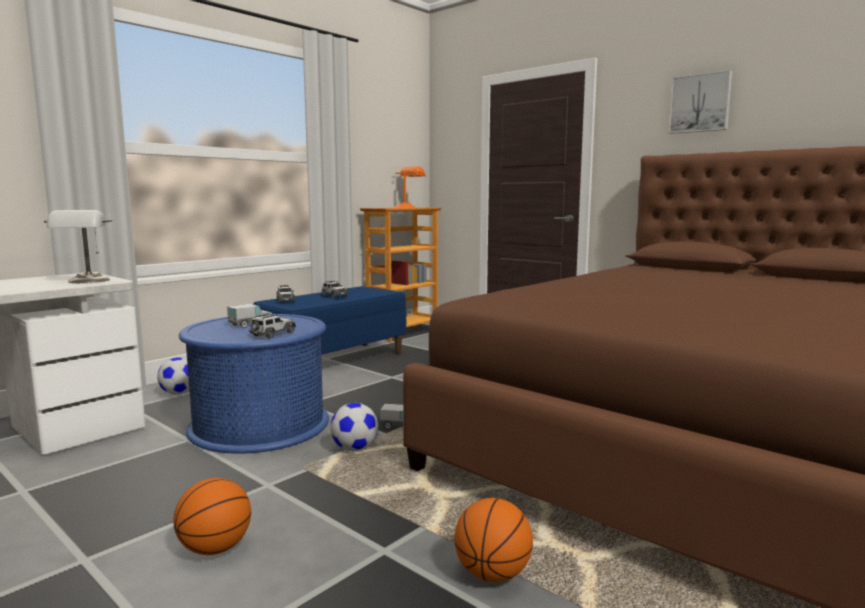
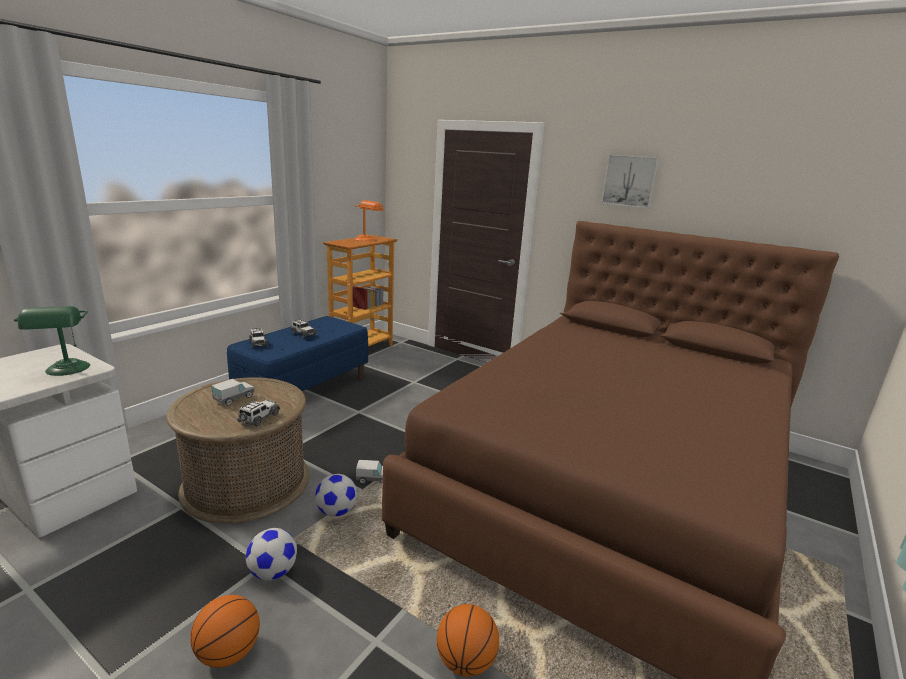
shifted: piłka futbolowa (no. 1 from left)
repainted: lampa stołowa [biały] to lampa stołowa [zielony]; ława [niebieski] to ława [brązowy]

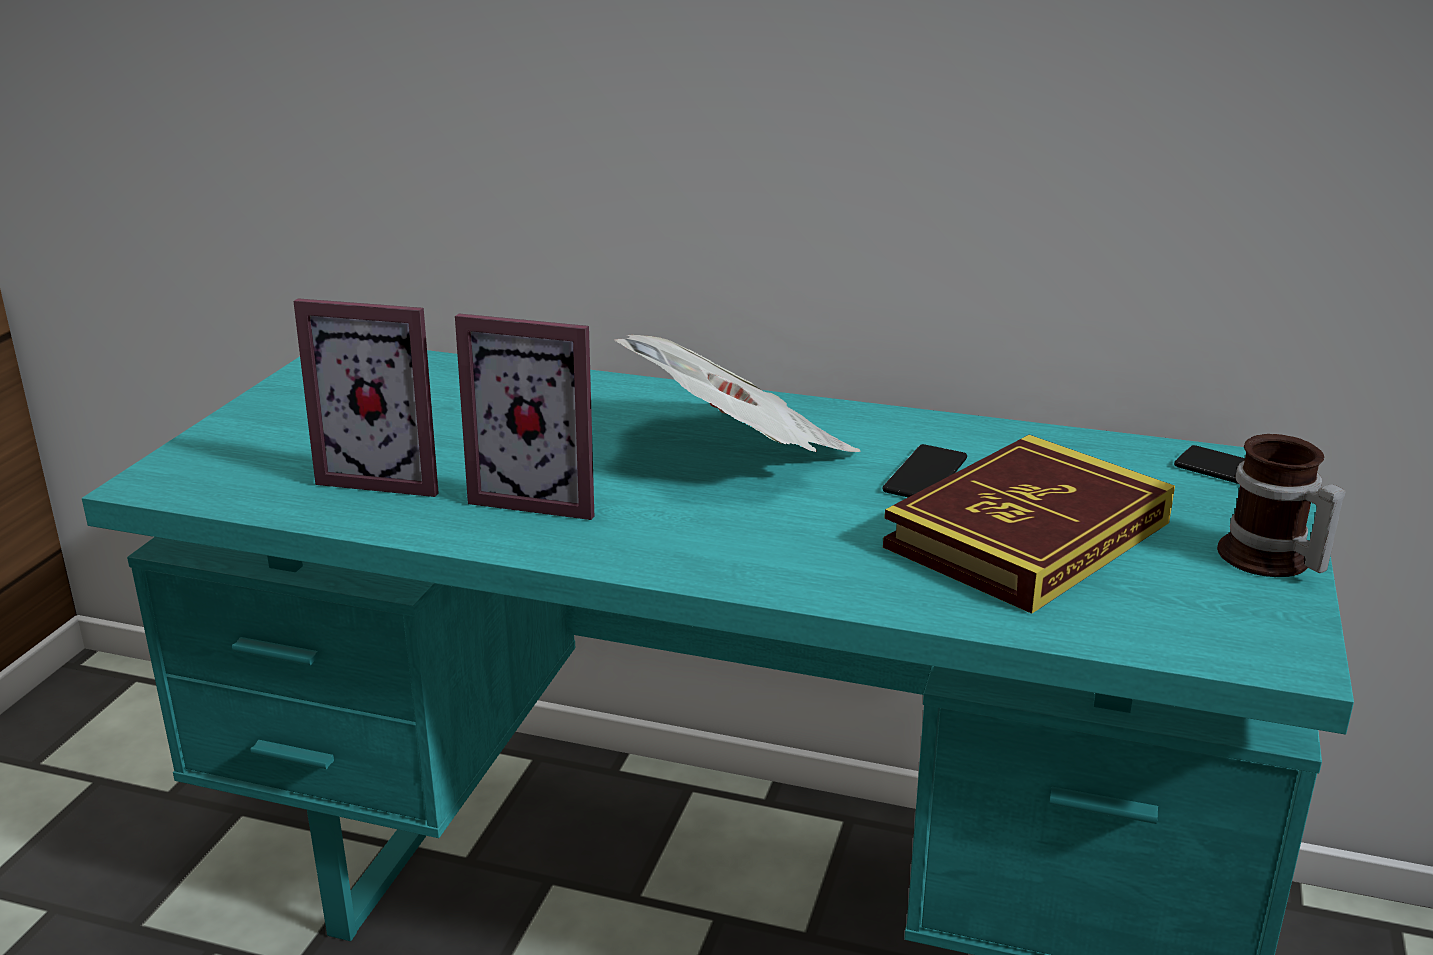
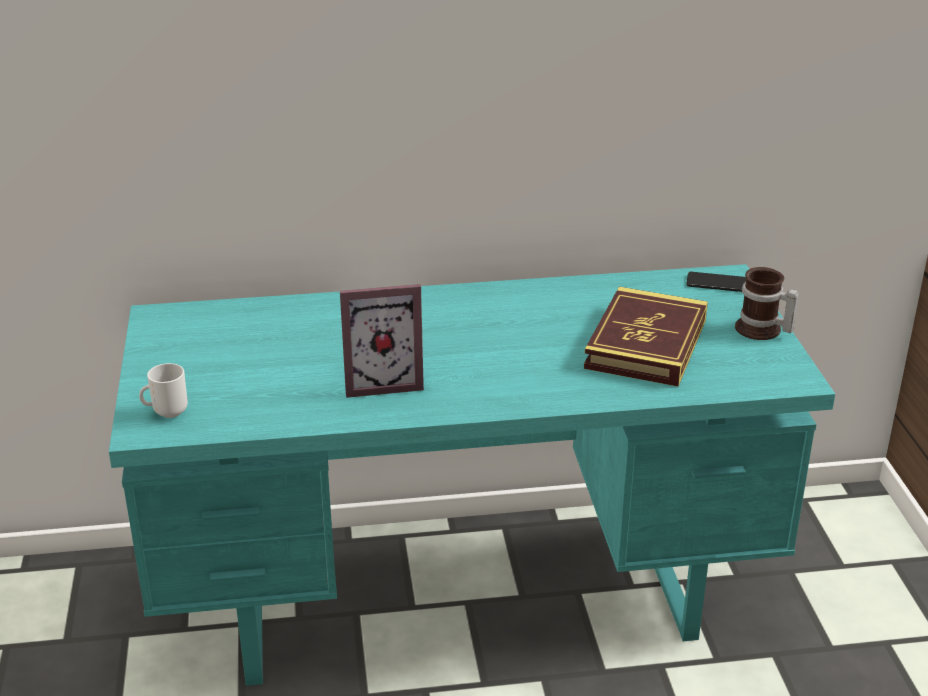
gone: ramka na zdjęcie (no. 1 from left); gazeta; telefon (no. 1 from left)
new: kubek (no. 1 from left)

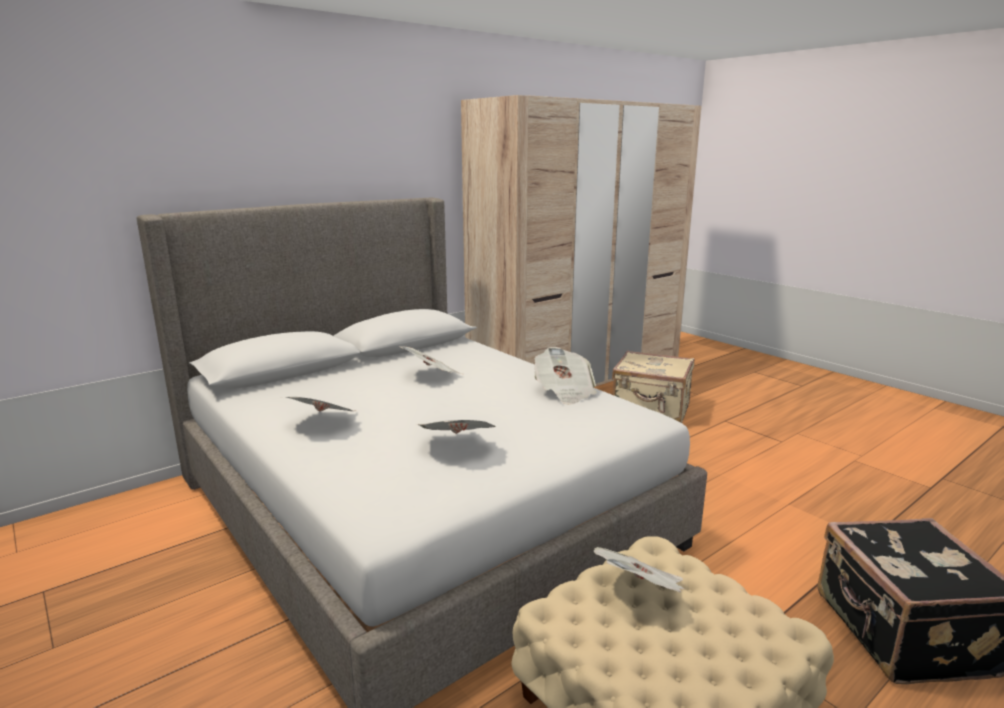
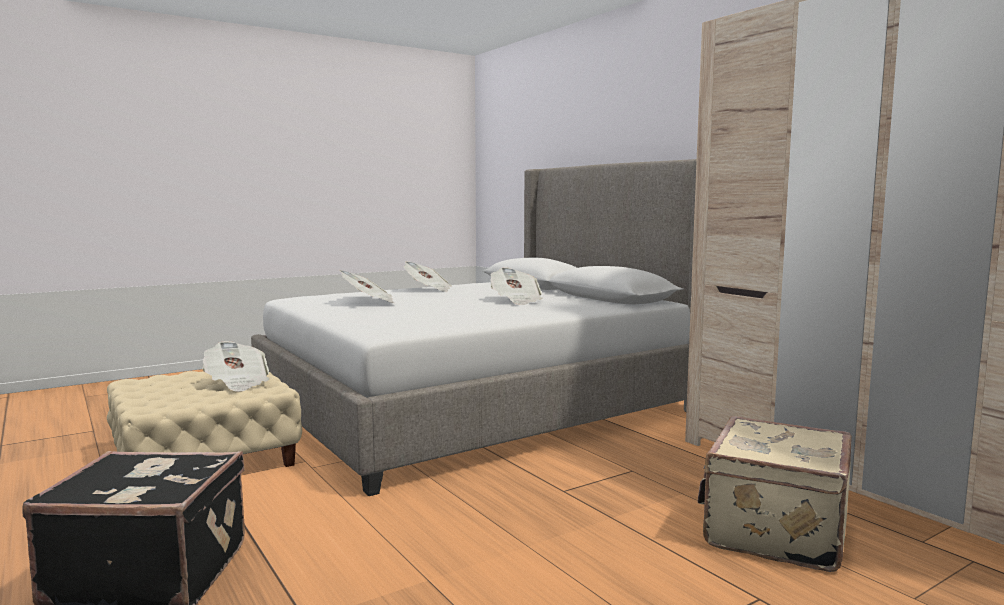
gone: gazeta (no. 4 from left)

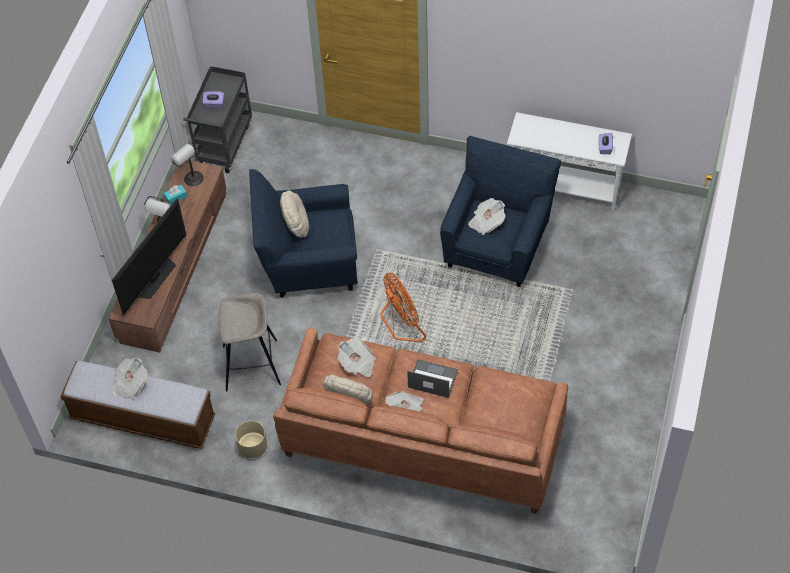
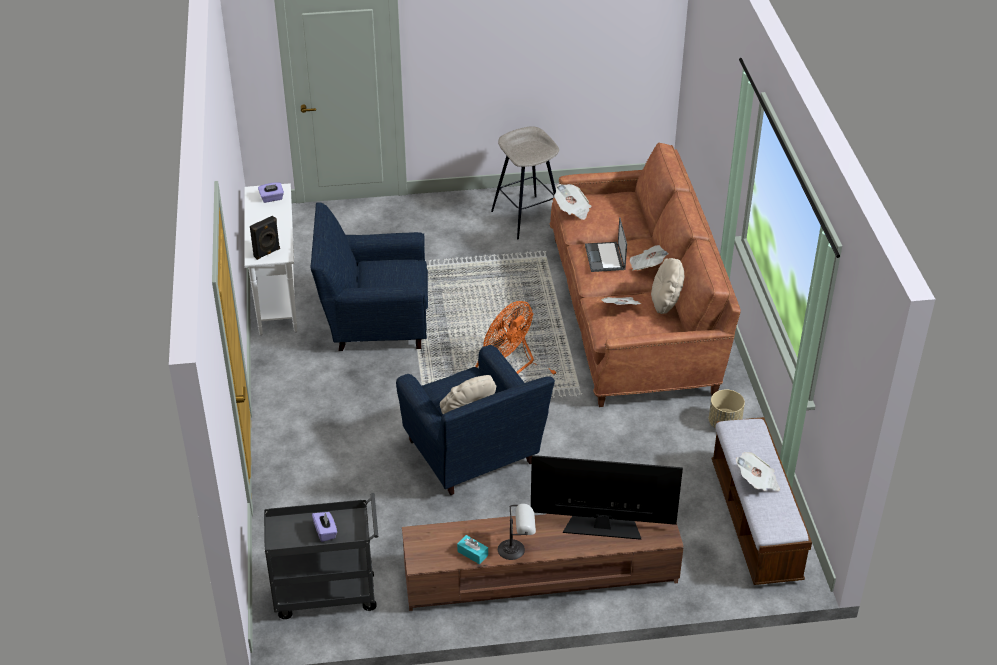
gone: lampa stołowa (no. 2 from left)
new: głośnik [czarny]
shifted: stołek [szary]; gazeta (no. 4 from left in the first image) to gazeta (no. 1 from left)

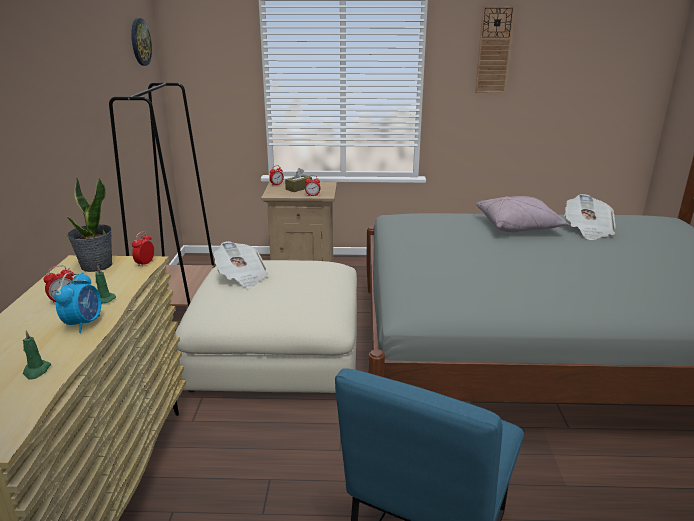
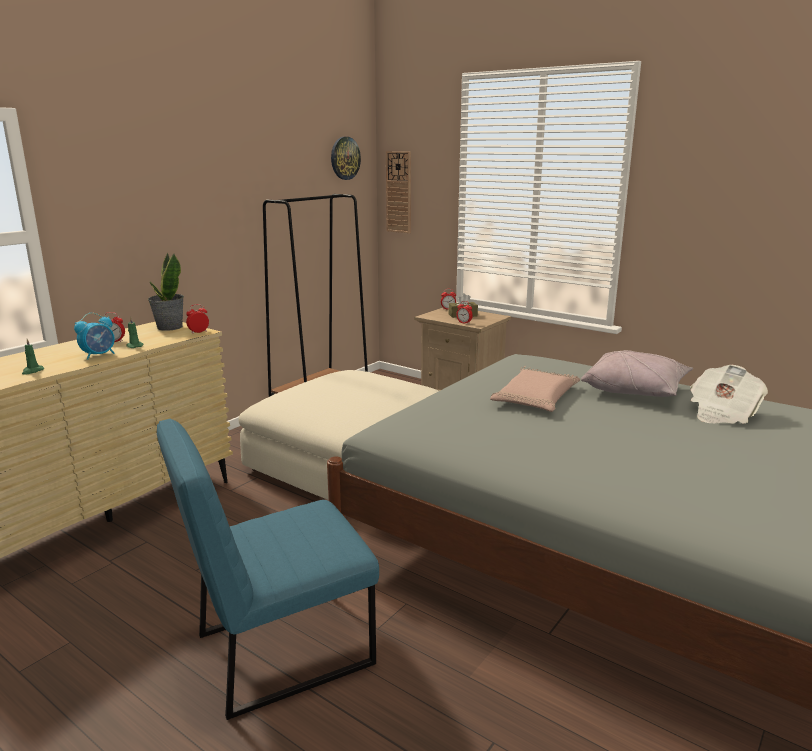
gone: gazeta (no. 1 from left)
new: poduszka [beżowy]
shifted: zegar ścienny (no. 2 from left)

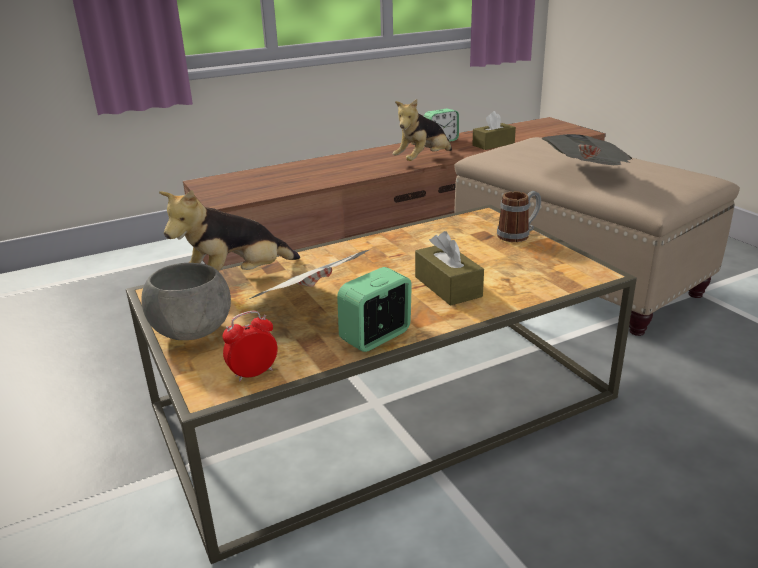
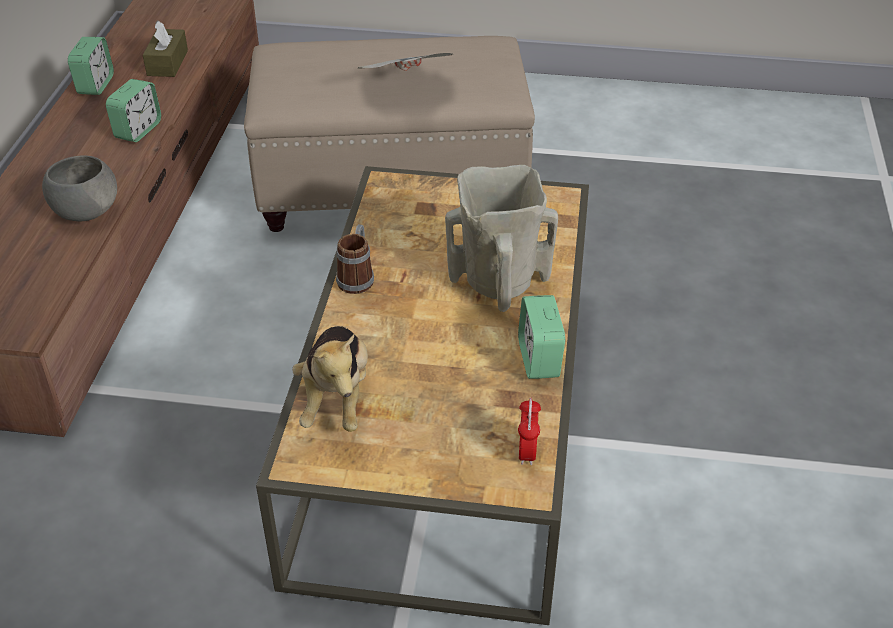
gone: gazeta (no. 1 from left)
shifted: miska [szary]; kubek
swapped: pluszak (no. 2 from left) to budzik (no. 2 from left); pudełko chusteczek [brązowy] (no. 1 from left) to wazon [beżowy]

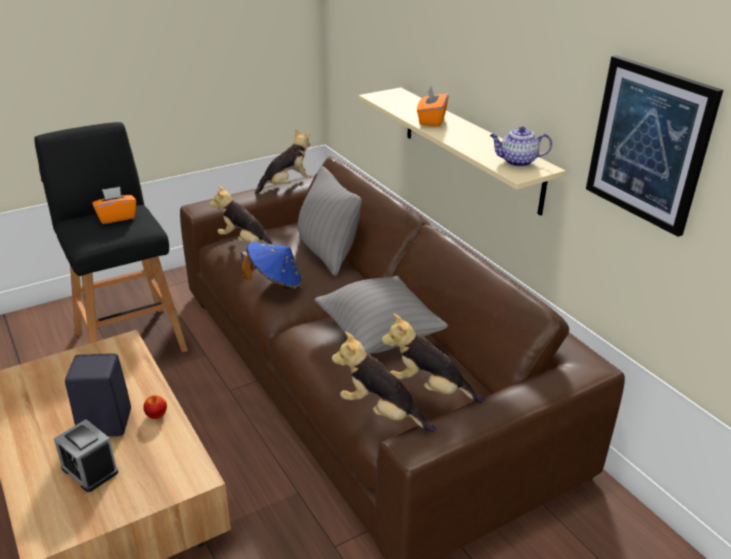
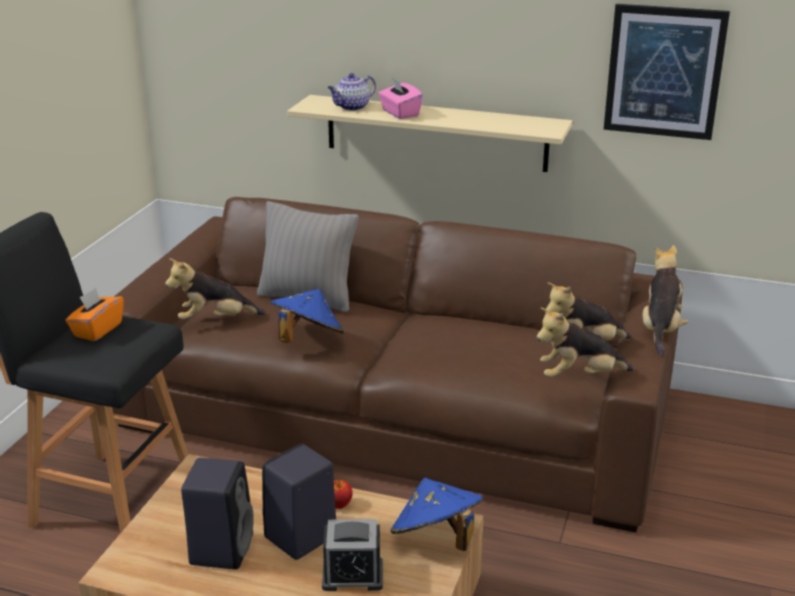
gone: poduszka [szary] (no. 2 from left)
new: głośnik [czarny] (no. 1 from left); kapelusz [niebieski] (no. 2 from left)
shifted: pluszak (no. 2 from left in the first image) to pluszak (no. 4 from left); imbryk
repainted: pudełko chusteczek [pomarańczowy] (no. 2 from left) to pudełko chusteczek [różowy]

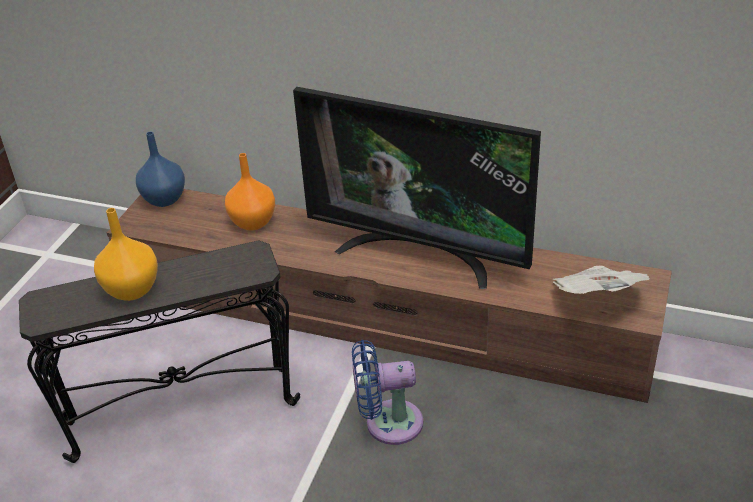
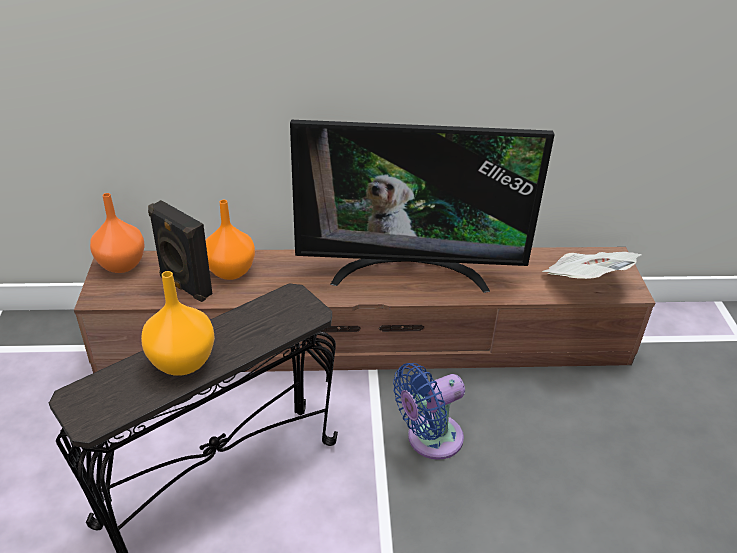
new: głośnik [czarny]
repainted: wazon [niebieski] to wazon [pomarańczowy] (no. 1 from left)

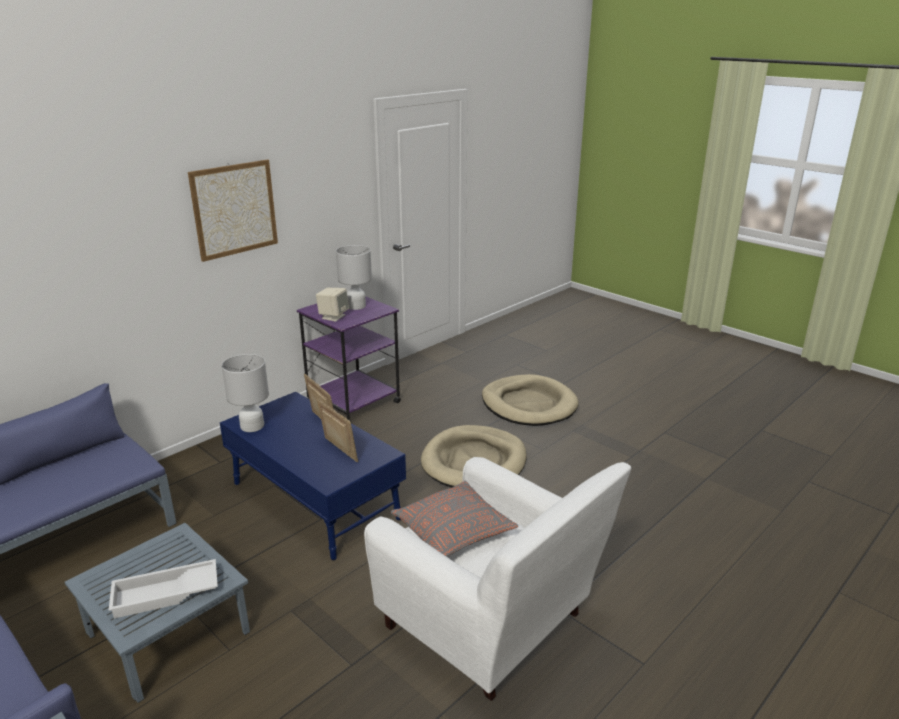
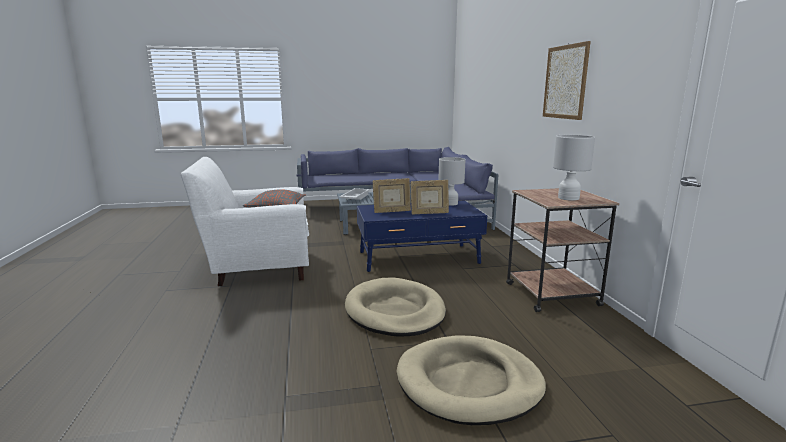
gone: głośnik [beżowy]
repainted: wózek [fioletowy] to wózek [brązowy]

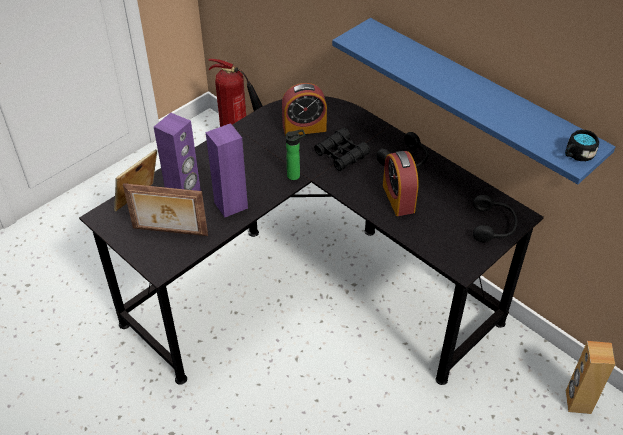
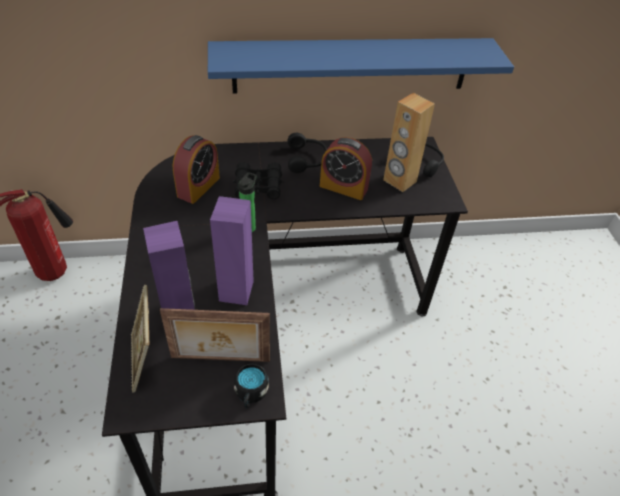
shifted: kubek [czarny]; głośnik [brązowy]
rotated: ramka na zdjęcie (no. 2 from left) 45 degrees clockwise

